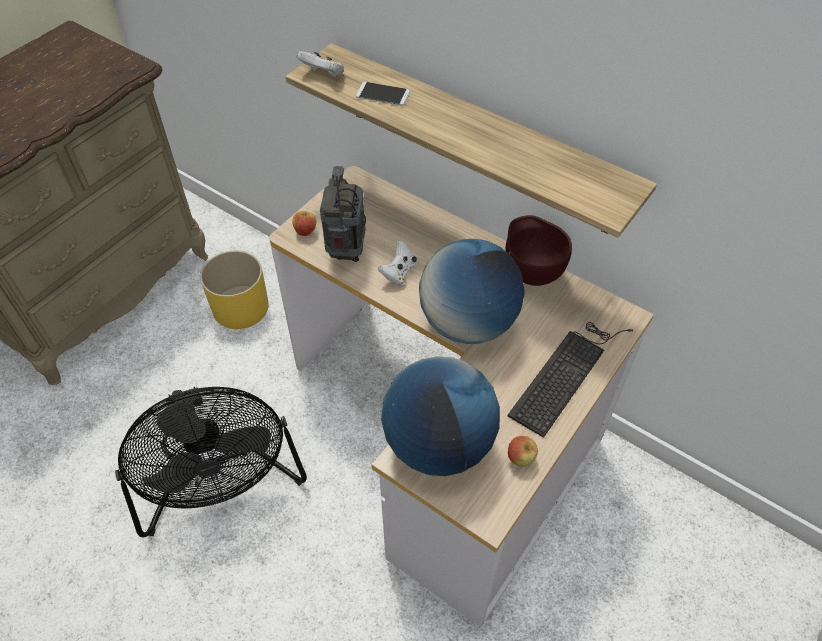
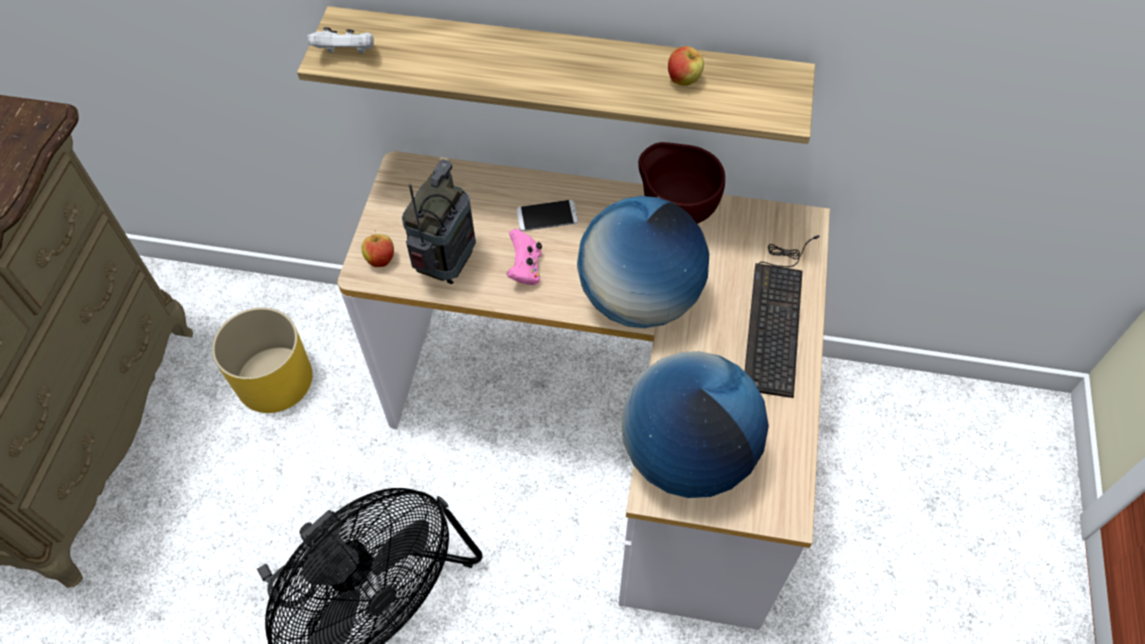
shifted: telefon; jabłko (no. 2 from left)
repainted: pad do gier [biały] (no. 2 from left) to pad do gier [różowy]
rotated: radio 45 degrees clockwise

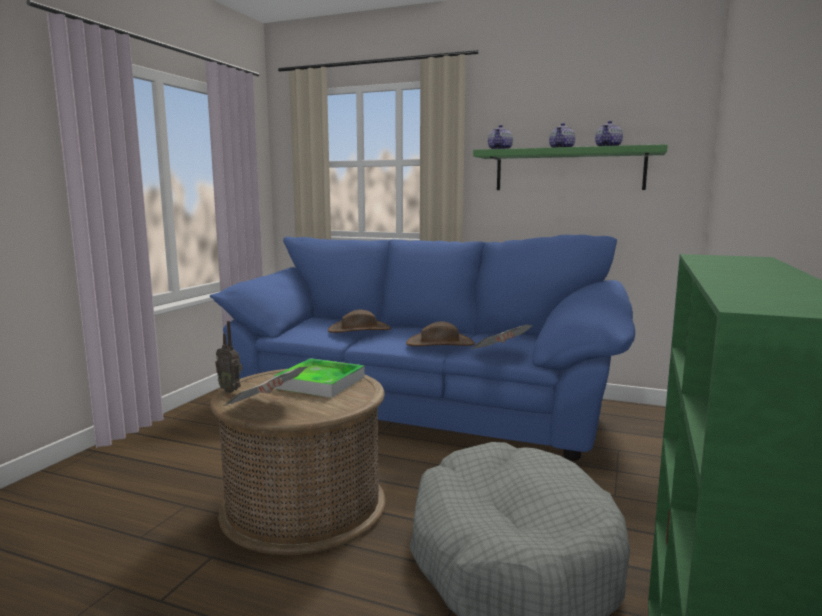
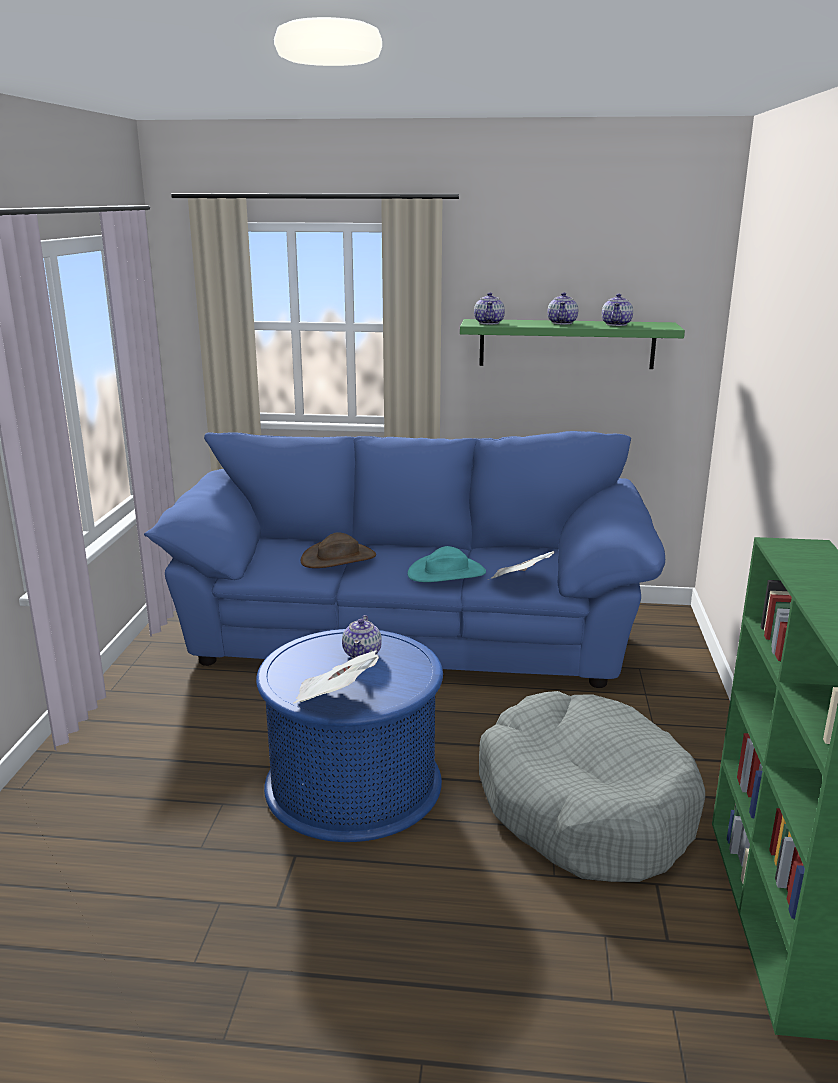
gone: radio
swapped: taca to imbryk (no. 1 from left)
repainted: ława [brązowy] to ława [niebieski]; kapelusz [brązowy] (no. 2 from left) to kapelusz [turkusowy]

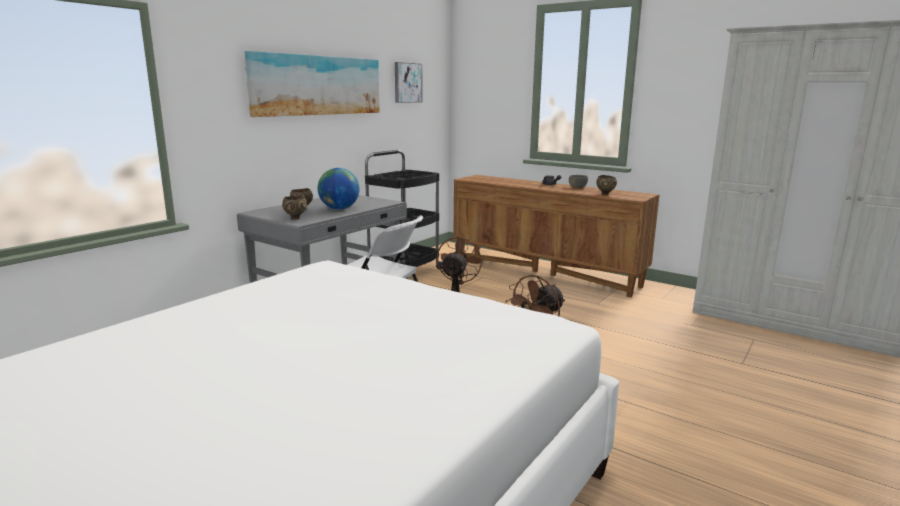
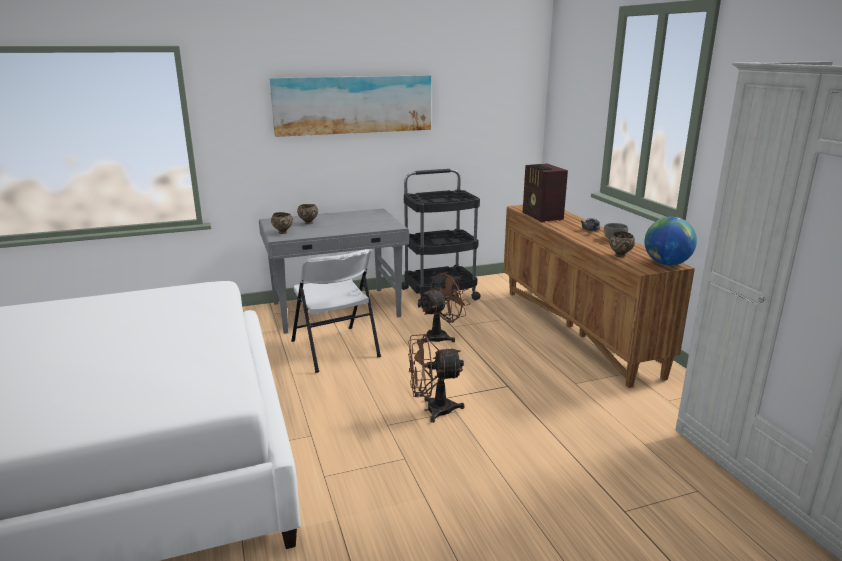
gone: obraz (no. 2 from left)
new: radio
shifted: globus

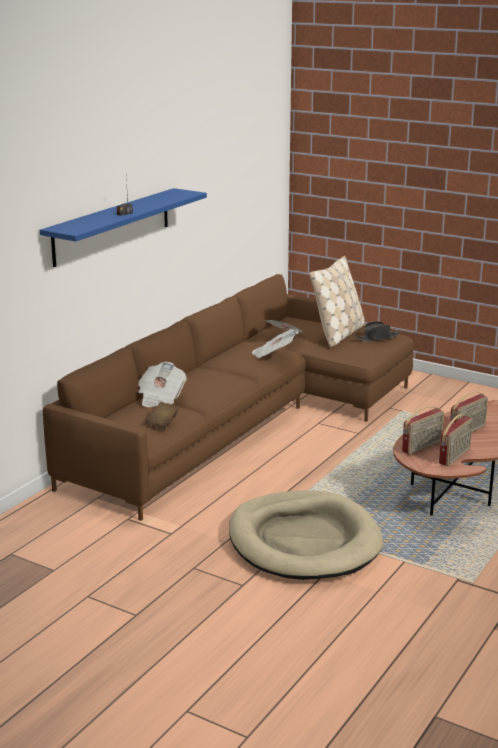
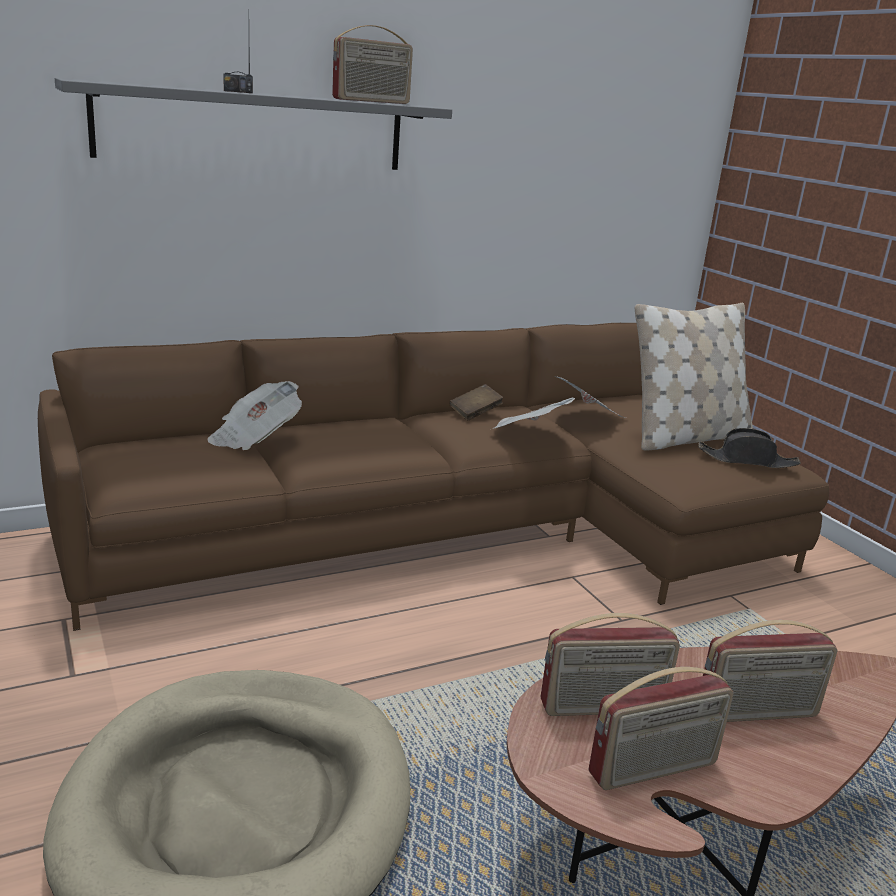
new: radio (no. 2 from left)
shifted: książka [brązowy]
repainted: półka [niebieski] to półka [szary]

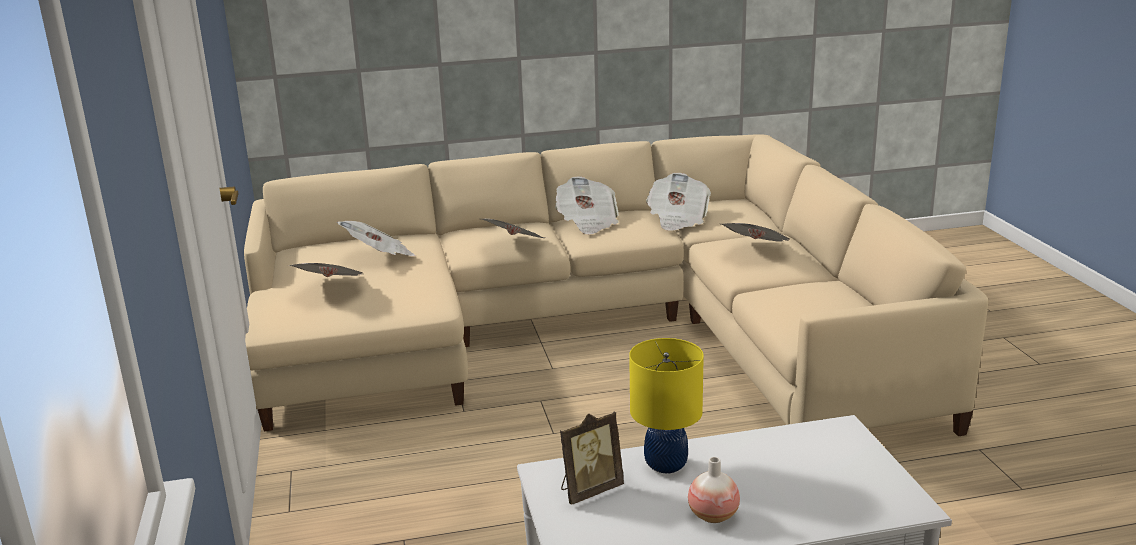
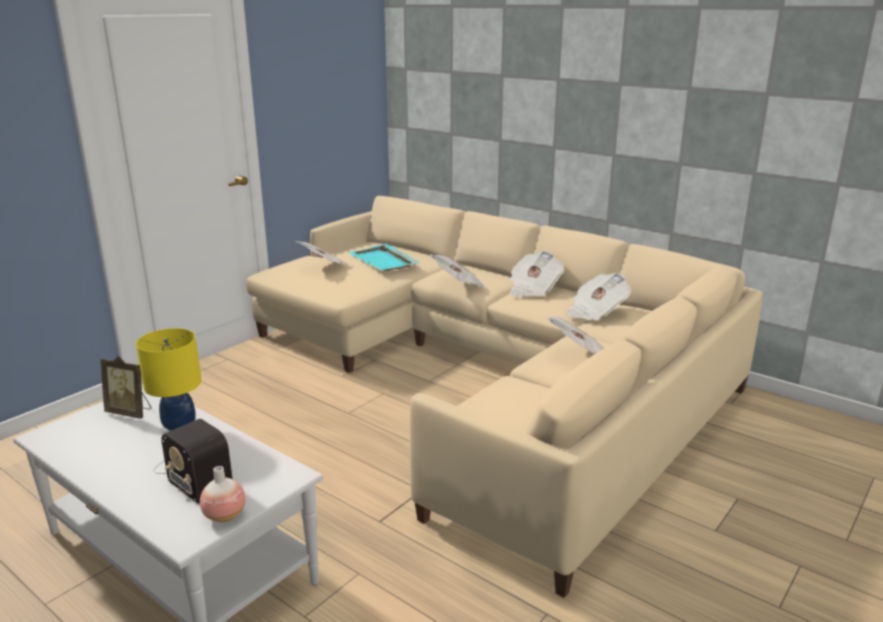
new: radio
shifted: wazon
swapped: gazeta (no. 2 from left) to taca [turkusowy]

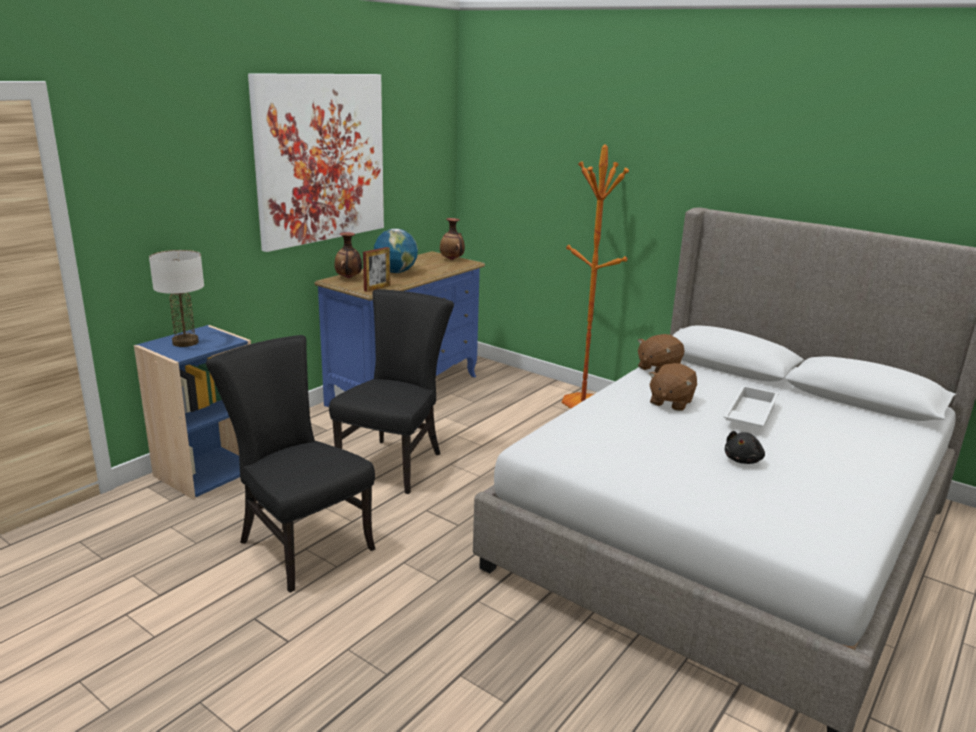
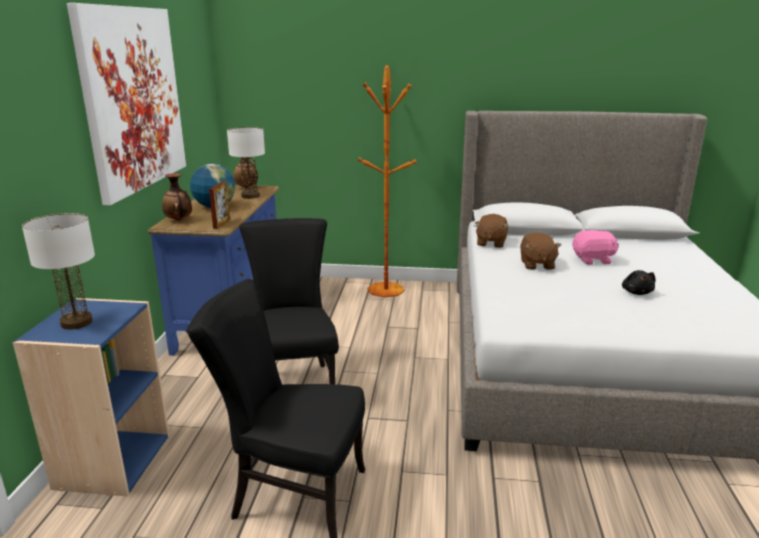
new: lampa stołowa (no. 2 from left)
swapped: taca [biały] to pluszak [różowy]

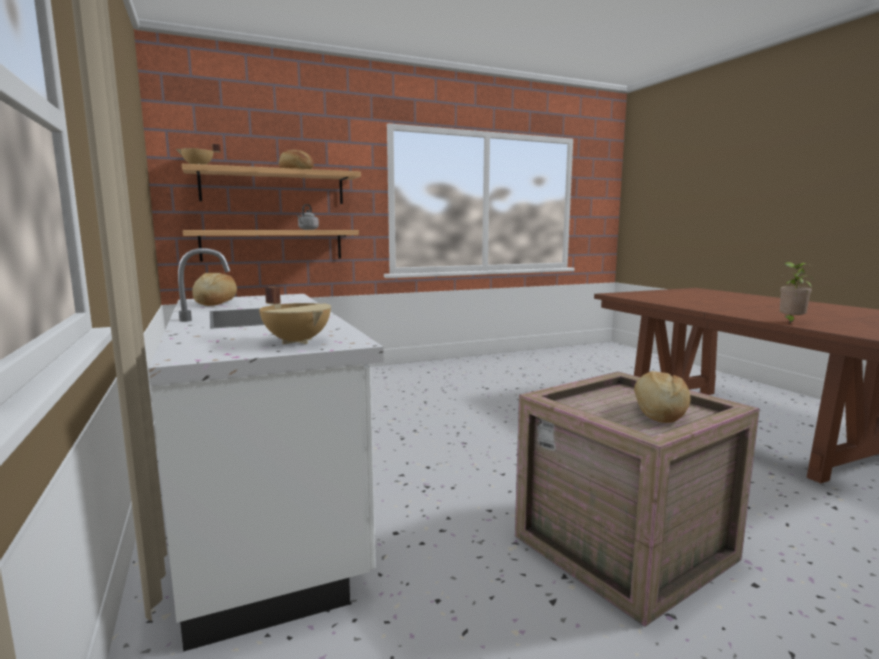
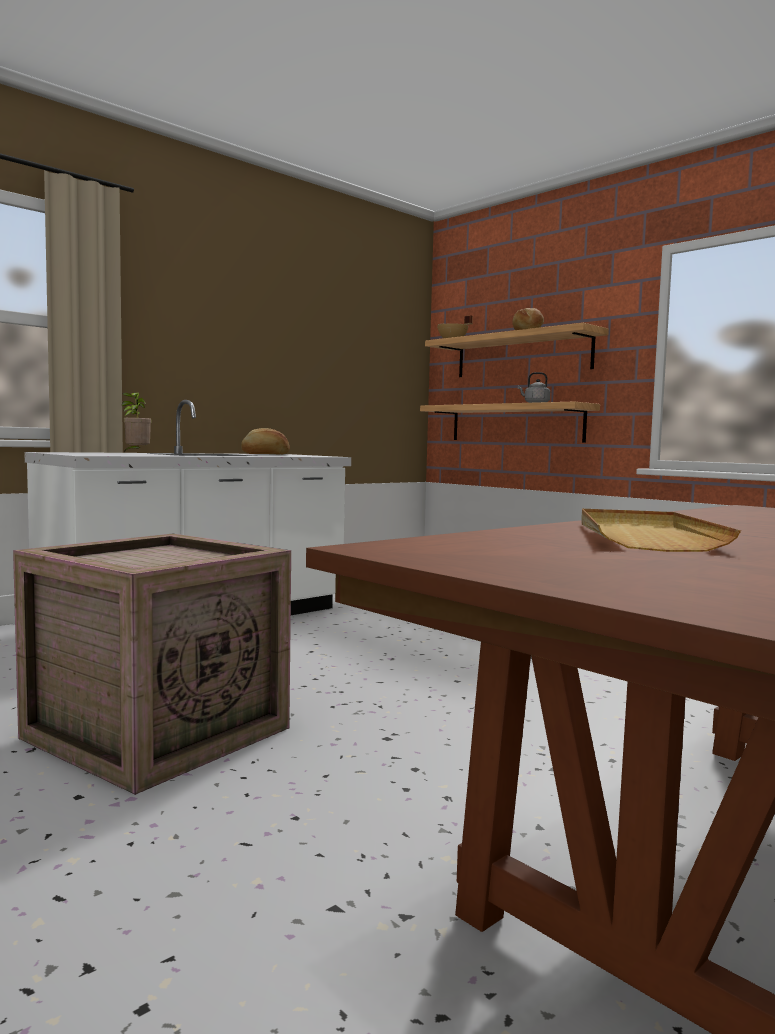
gone: garnek [beżowy] (no. 2 from left); chleb (no. 3 from left)
new: taca [beżowy]
shifted: roślina doniczkowa

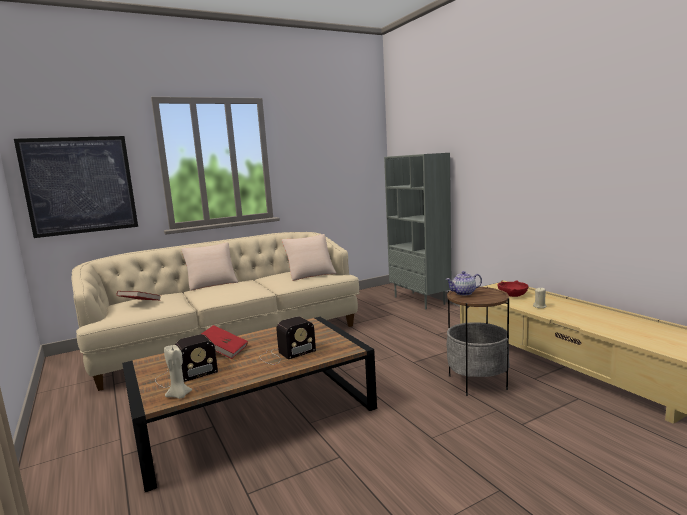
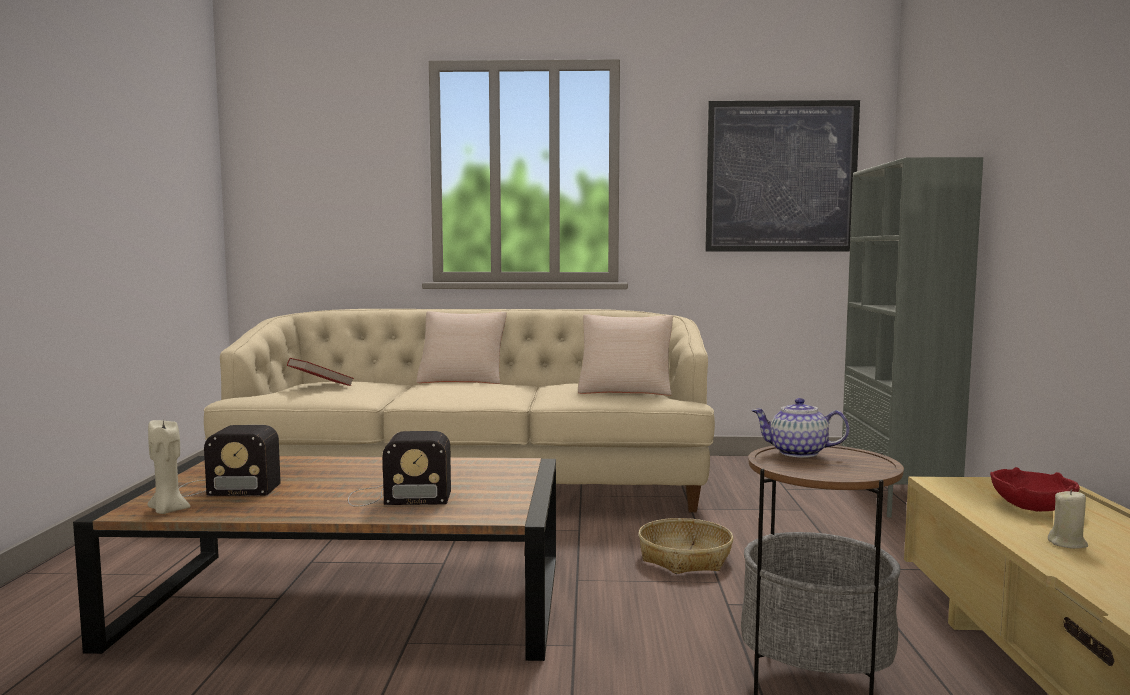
gone: książka [czerwony] (no. 2 from left)
new: koszyk
shifted: obraz

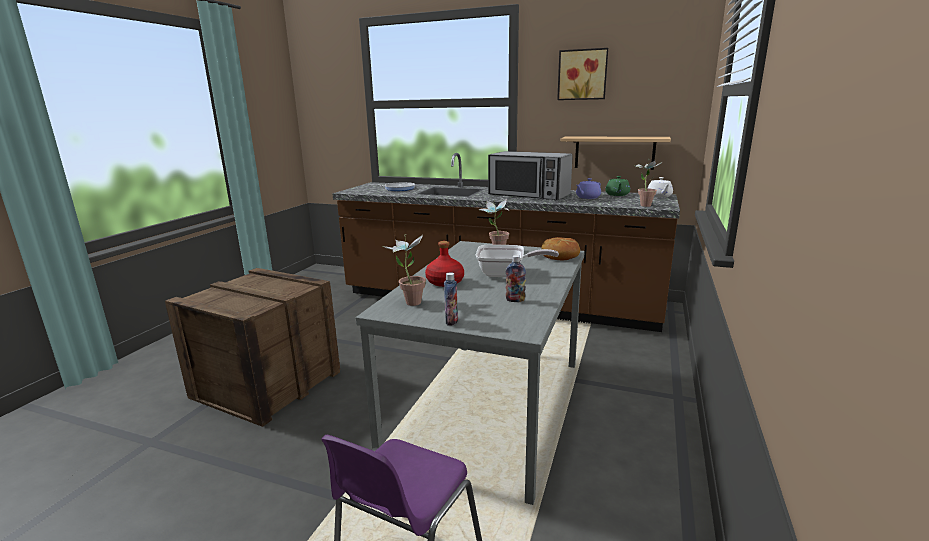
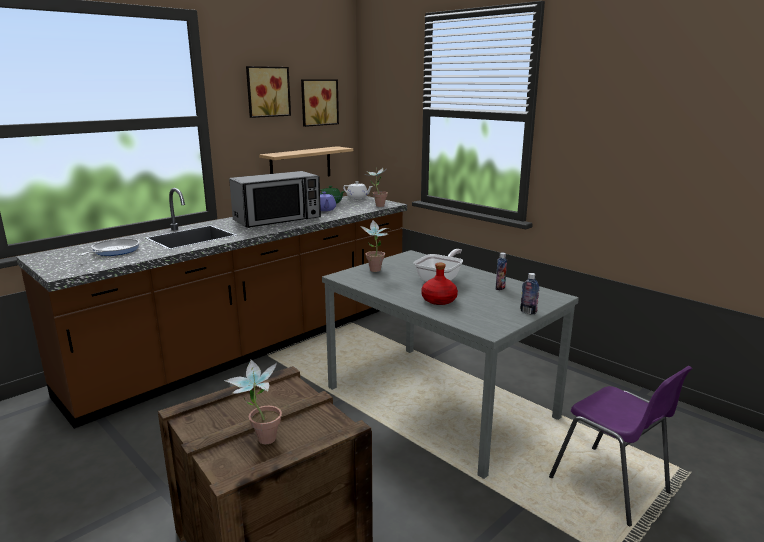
gone: chleb
new: obraz (no. 2 from left)
shifted: roślina doniczkowa (no. 1 from left)

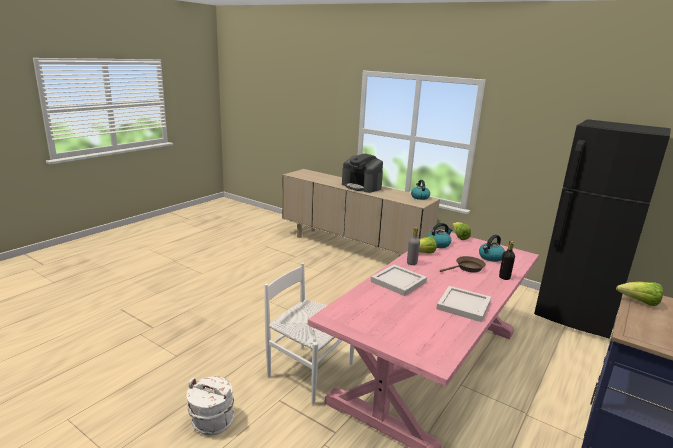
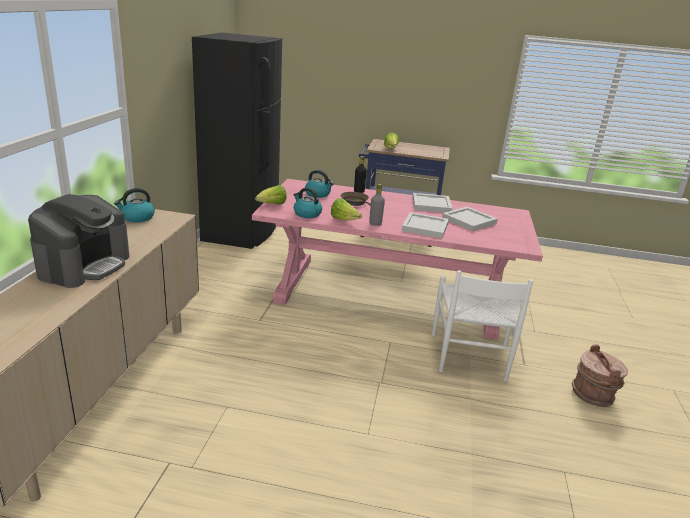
new: taca [biały] (no. 3 from left)
repainted: wiadro [biały] to wiadro [brązowy]

